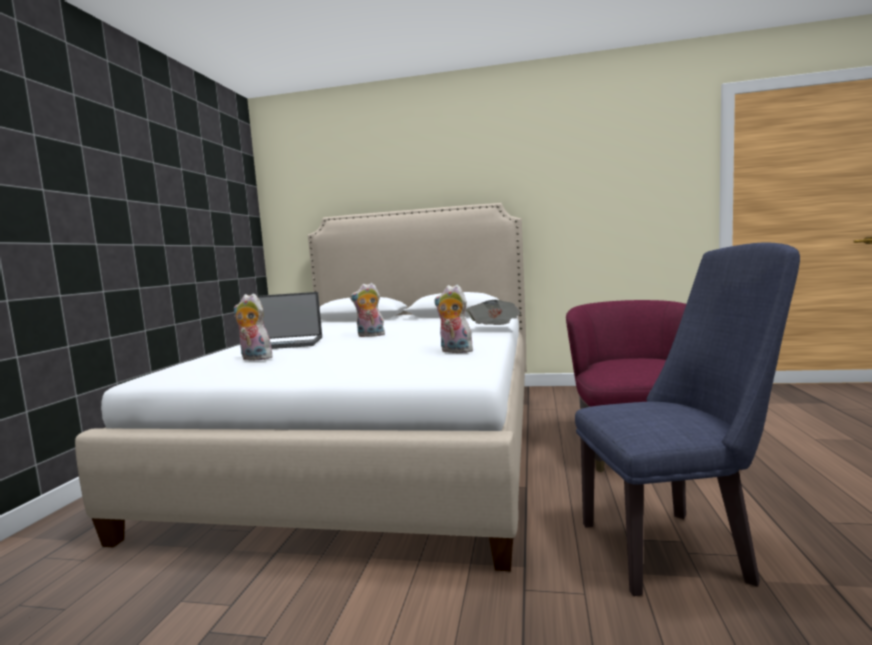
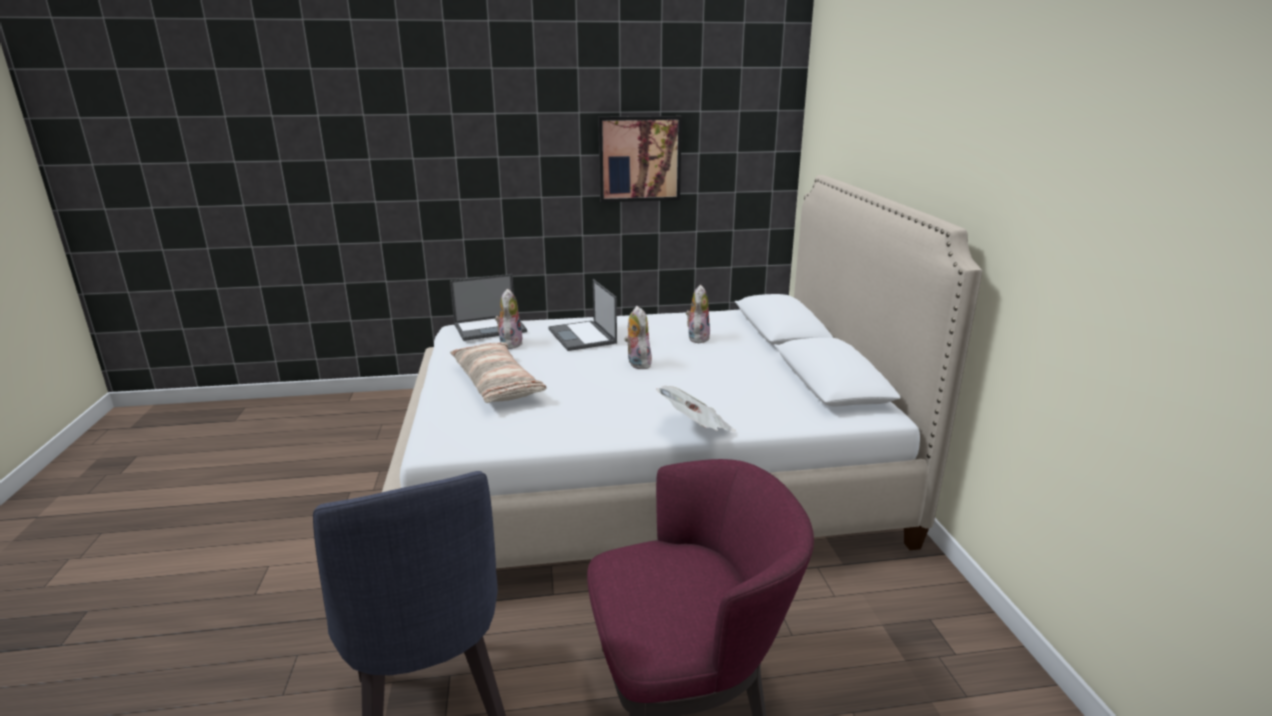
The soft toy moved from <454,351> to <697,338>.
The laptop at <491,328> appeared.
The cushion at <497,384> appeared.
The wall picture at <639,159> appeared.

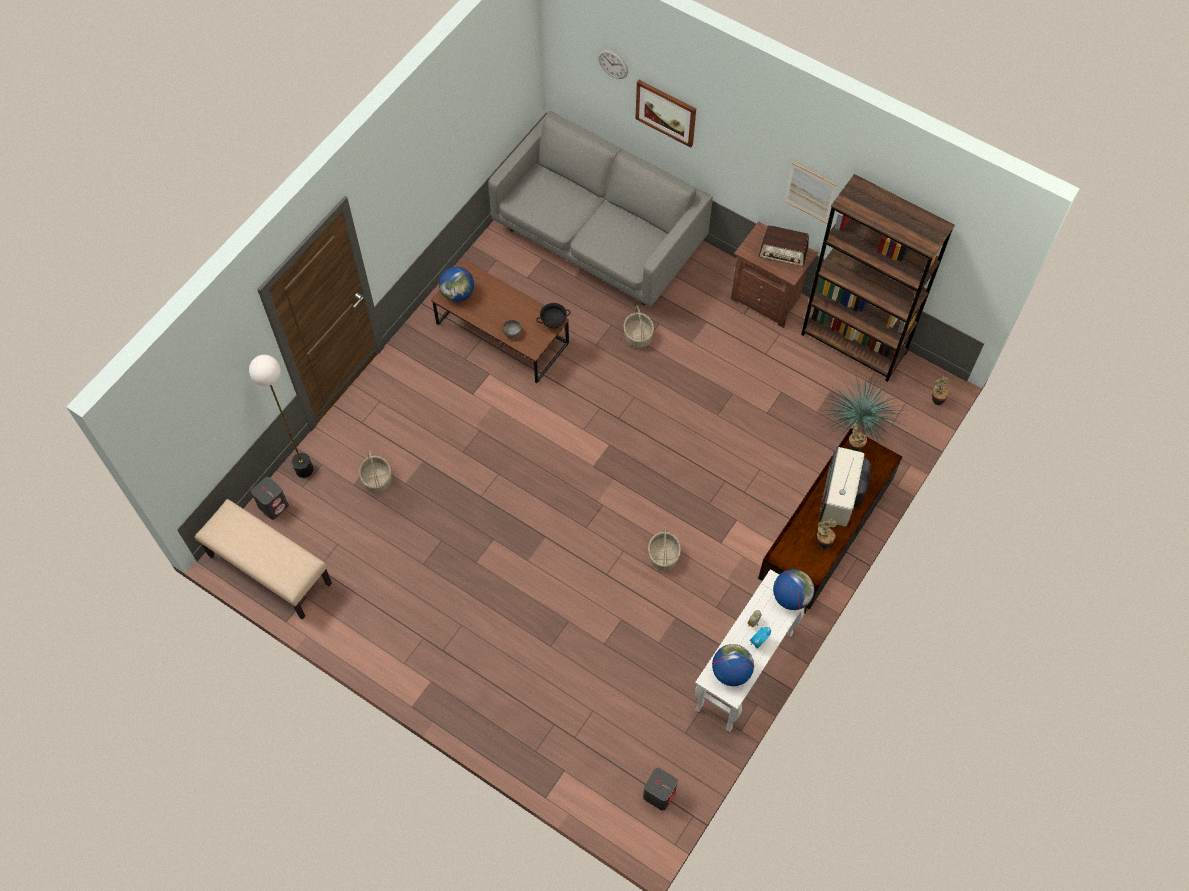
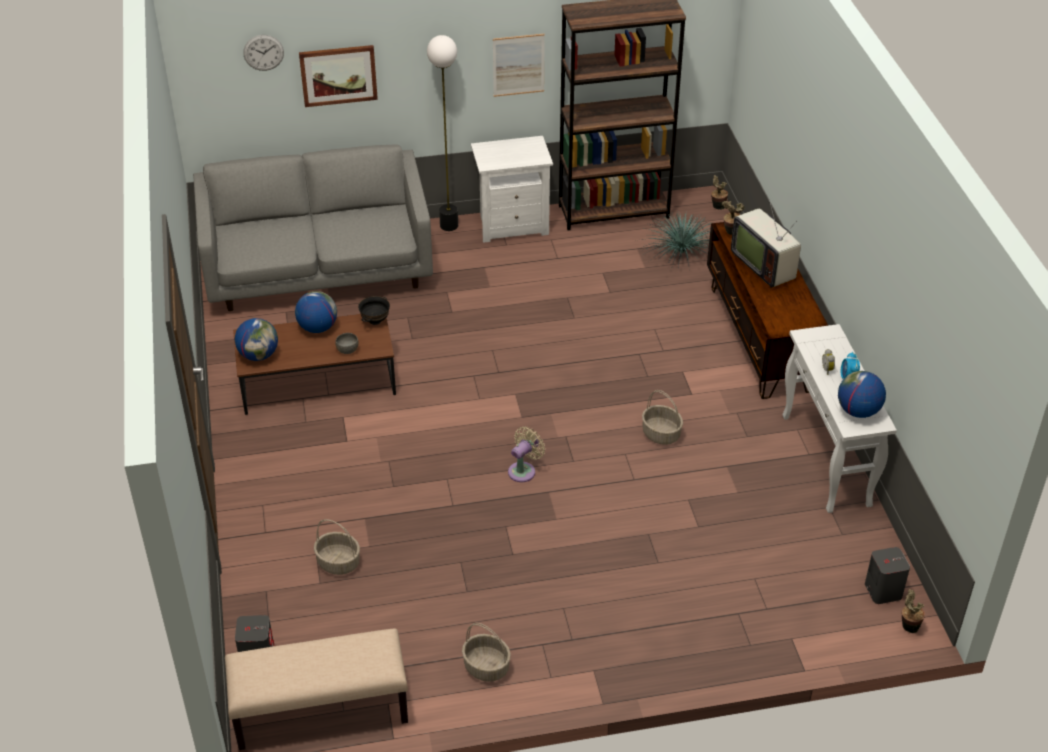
The standard lamp moved from <304,469> to <449,225>.
The storage basket moved from <638,336> to <487,667>.
The bedside table/brownish at <768,299> became the bedside table/whitish at <512,225>.
The radio set at <783,252> disappeared.
The world globe moved from <791,597> to <317,328>.
The potted plant moved from <823,542> to <908,626>.
The electric fan/beige at <524,470> appeared.

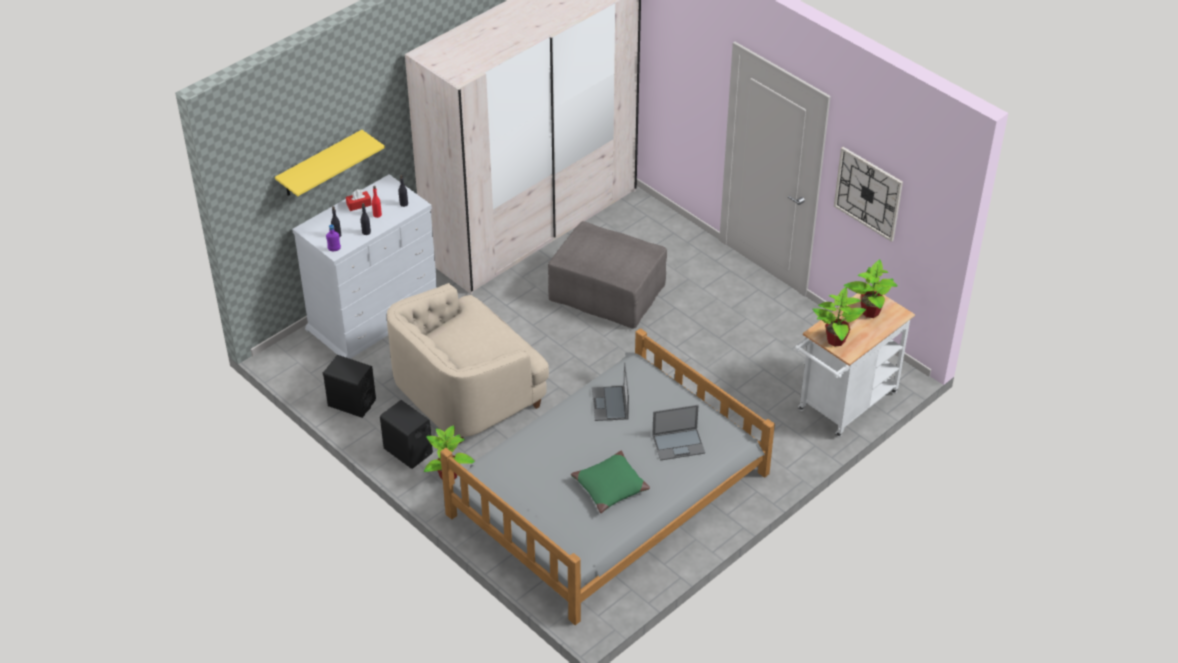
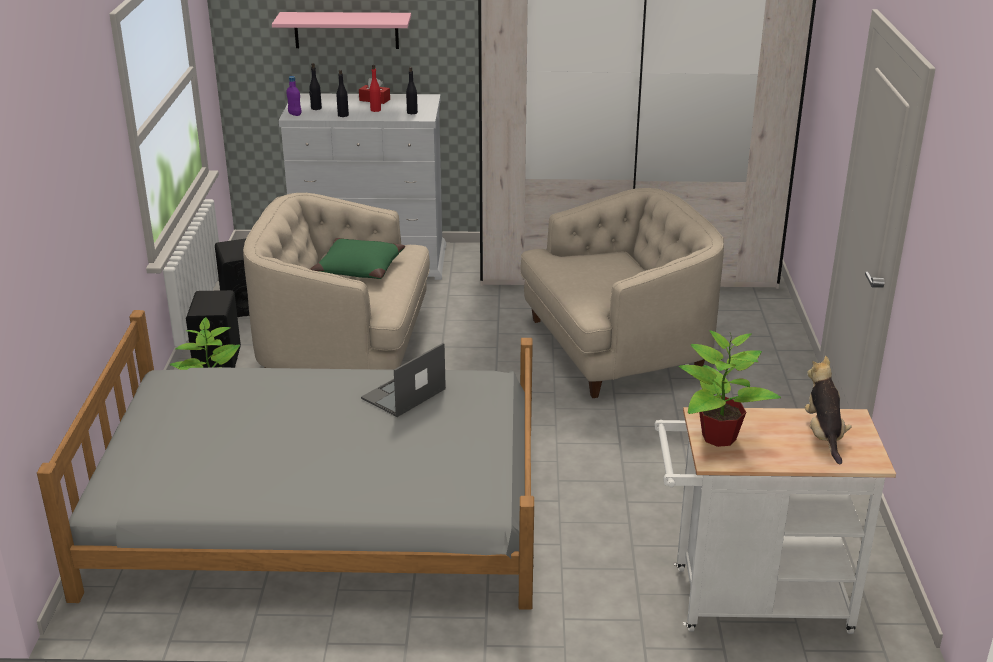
The shelf/yellowish at <320,164> became the shelf/pink at <346,30>.
The pouffe/greyish at <608,293> was replaced by the easy chair/beige at <616,347>.
The cushion/green-coloured moved from <610,487> to <358,268>.
The laptop at <679,444> disappeared.
The wall clock at <868,193> disappeared.
The potted plant at <870,311> was replaced by the soft toy at <823,435>.

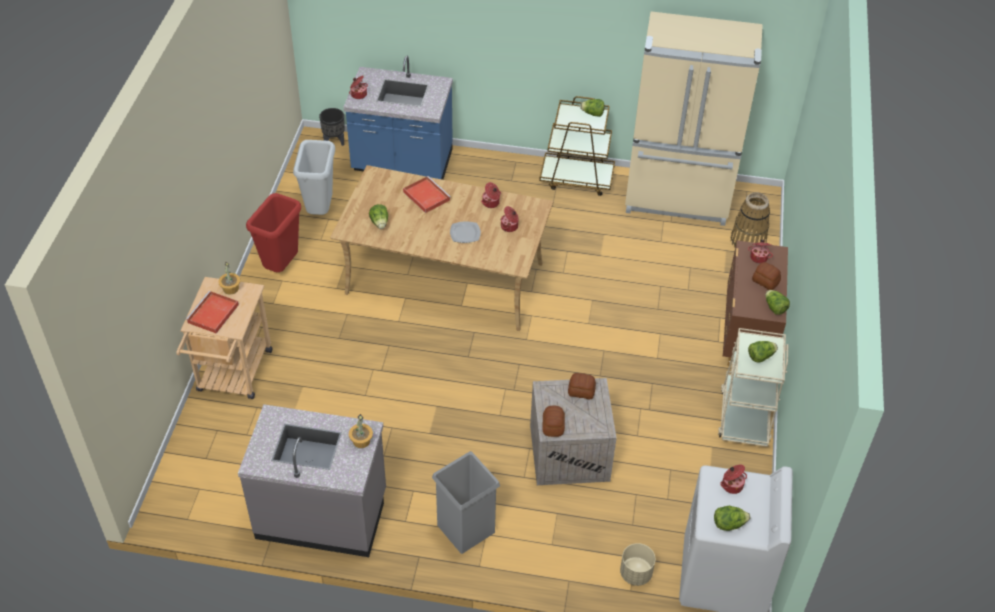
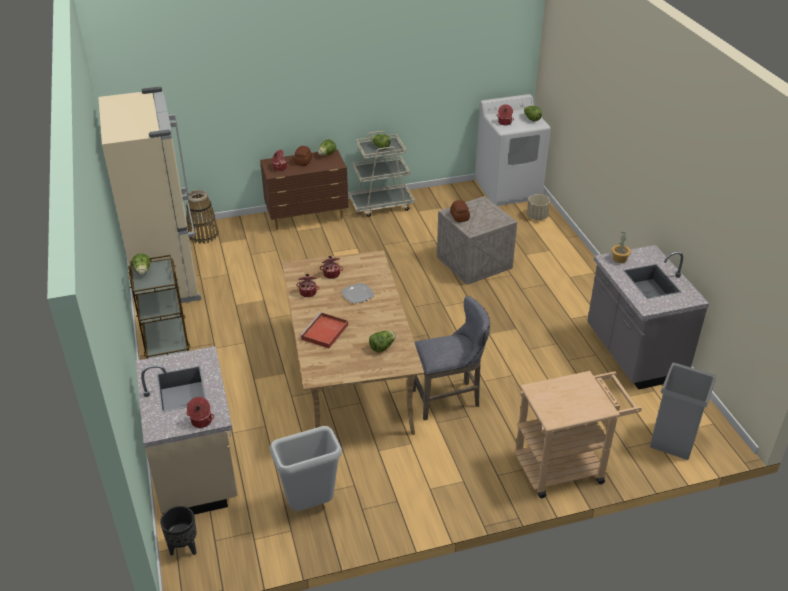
The carrying tray/reddish at <212,314> disappeared.
The potted plant at <230,288> disappeared.
The rubbish bin/reddish at <281,266> disappeared.
The counter/bluish at <402,163> became the counter/beige at <197,470>.
The rubbish bin/greyish moved from <466,528> to <673,440>.
The bakery bread at <553,426> disappeared.
The stool/greyish at <449,399> appeared.

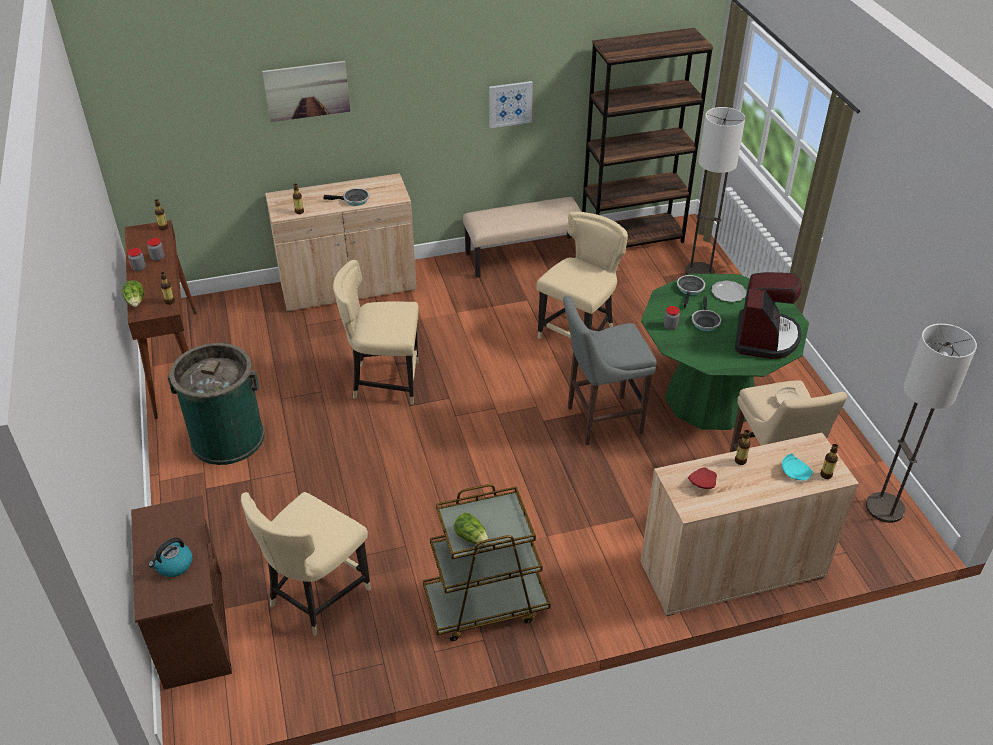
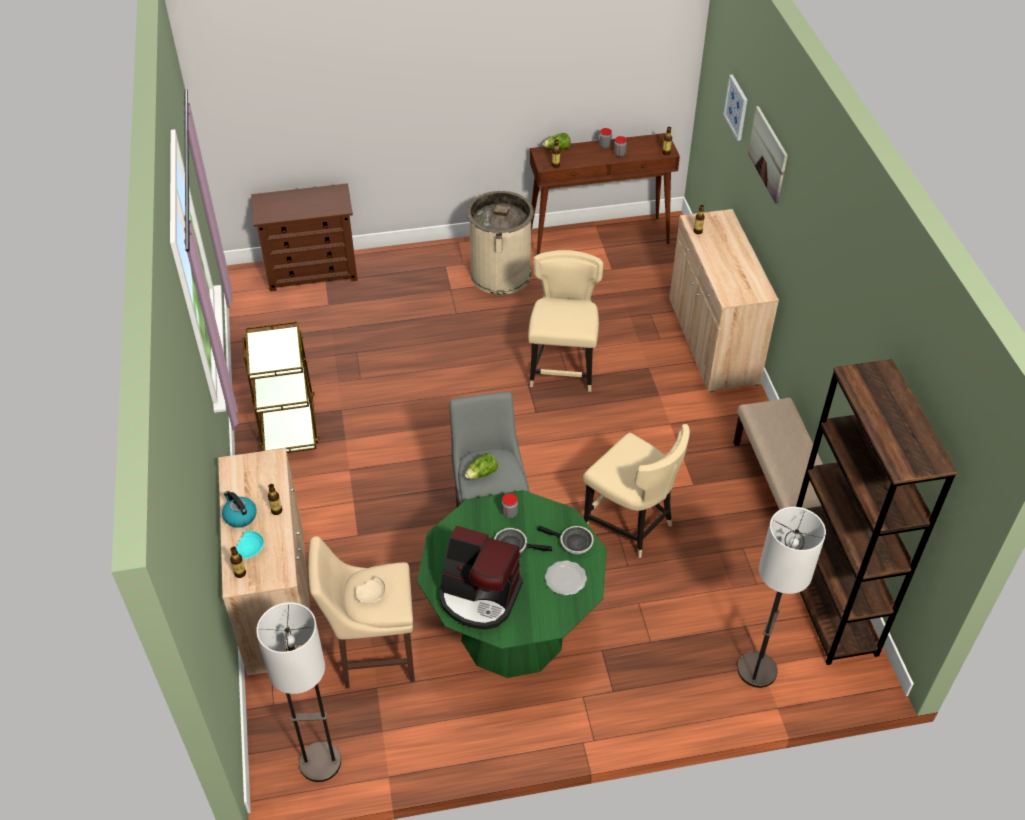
The tea kettle moved from <174,565> to <240,516>.
The rubbish bin/green-coloured at <227,438> became the rubbish bin/beige at <500,274>.
The upright chair/beige at <316,596> disappeared.
The pan at <354,200> disappeared.
The lettuce moved from <472,537> to <482,474>.
The wall picture moved from <510,104> to <736,107>.
The flat dish/reddish at <701,483> disappeared.

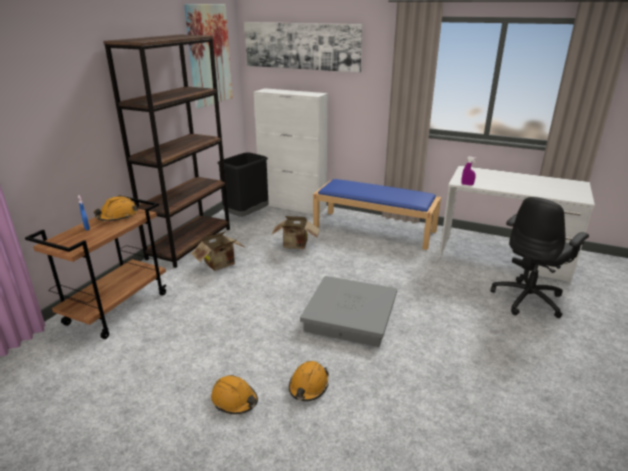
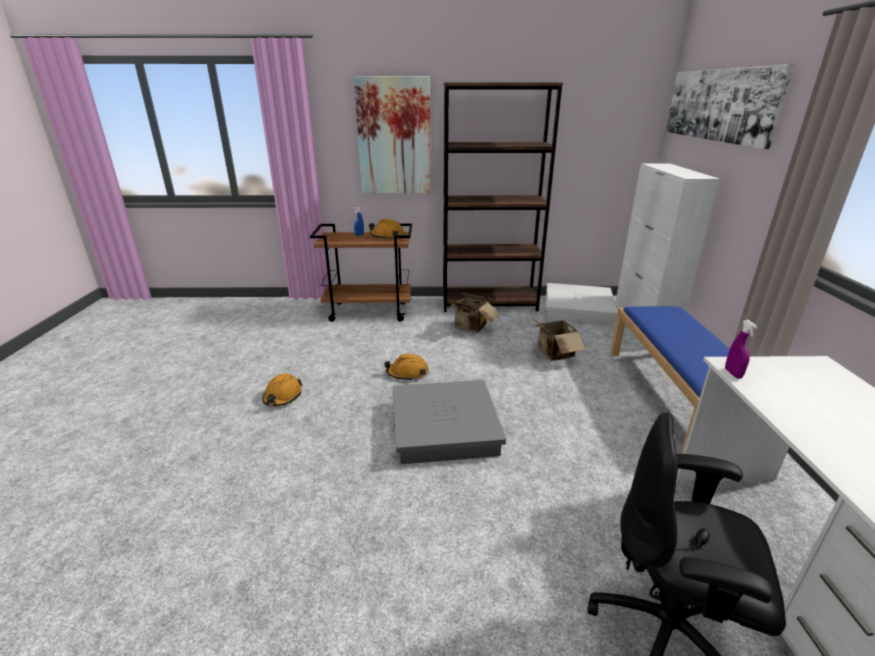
The wall picture moved from <209,55> to <394,137>.
The rubbish bin/black at <246,215> was replaced by the storage box/whitish at <578,310>.
The hard hat/orange moved from <308,386> to <407,373>.

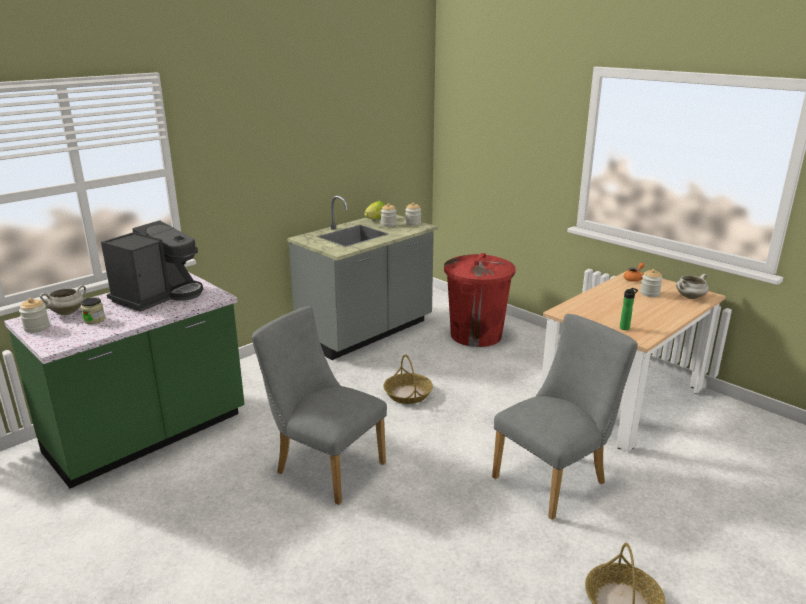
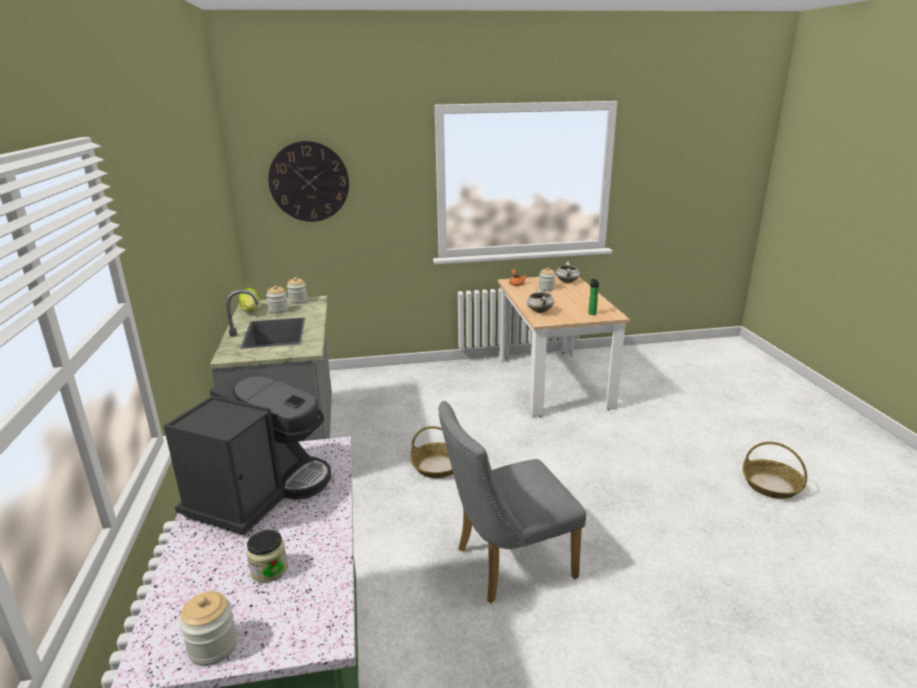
The cooking pot/whitish moved from <67,312> to <539,311>.
The coffee maker at <159,296> turned 45 degrees clockwise.
The rubbish bin/reddish at <476,335> disappeared.
The upright chair/greyish at <555,478> disappeared.
The wall clock at <309,182> appeared.

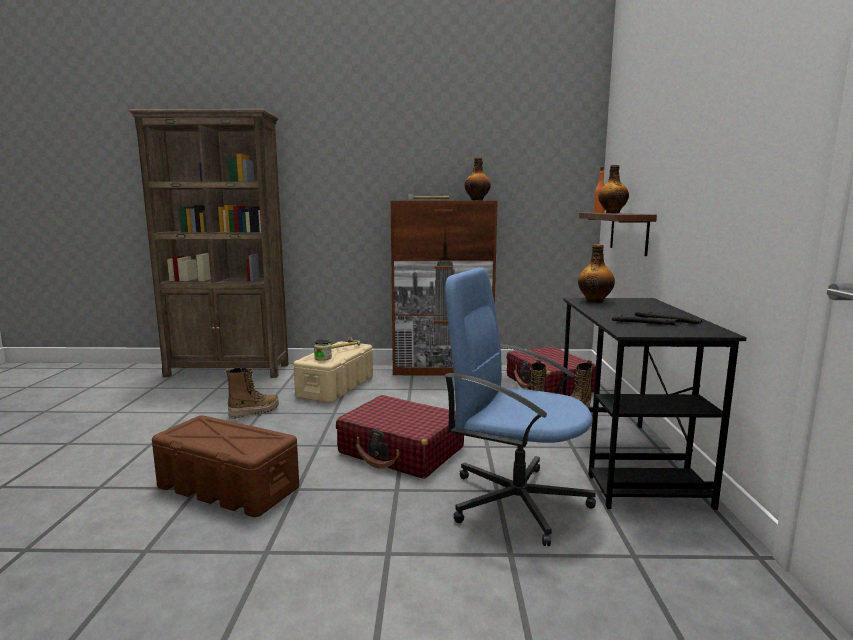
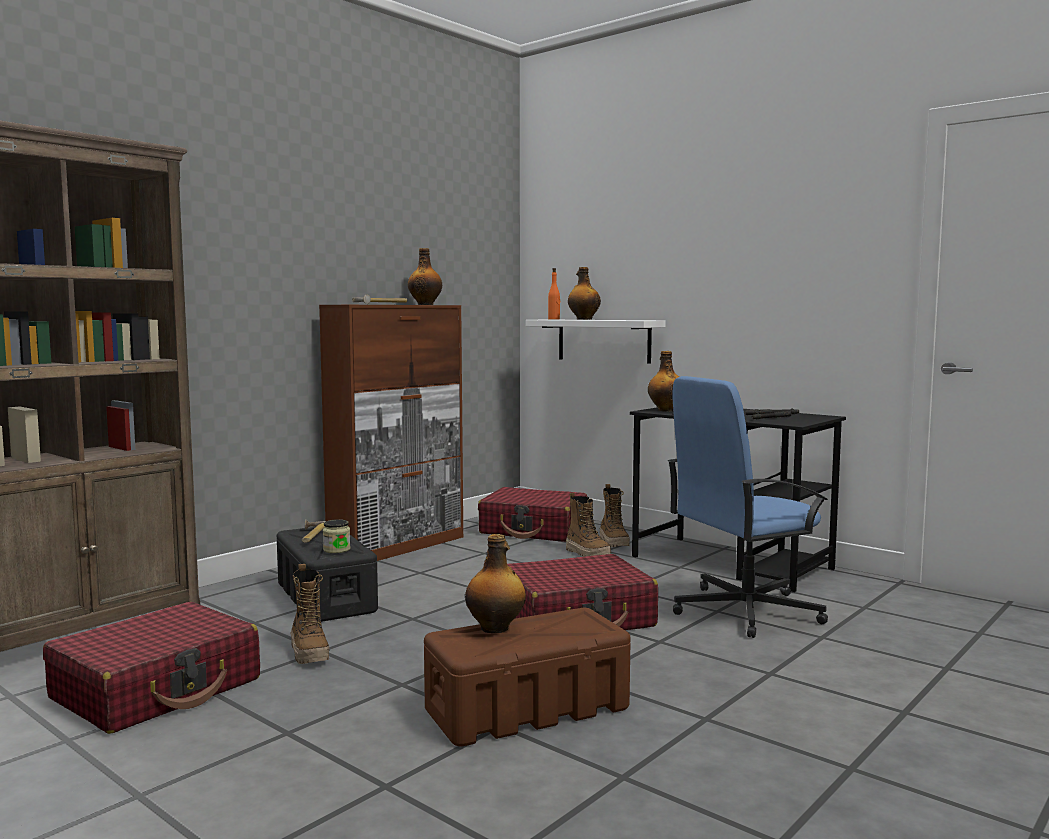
The high-top boot at <254,412> turned 150 degrees clockwise.
The storage box/beige at <336,386> became the storage box/black at <325,597>.
The shelf/brownish at <629,232> became the shelf/whitish at <603,340>.
The piece of luggage/reddish at <158,689> appeared.
The drink bottle at <495,628> appeared.

